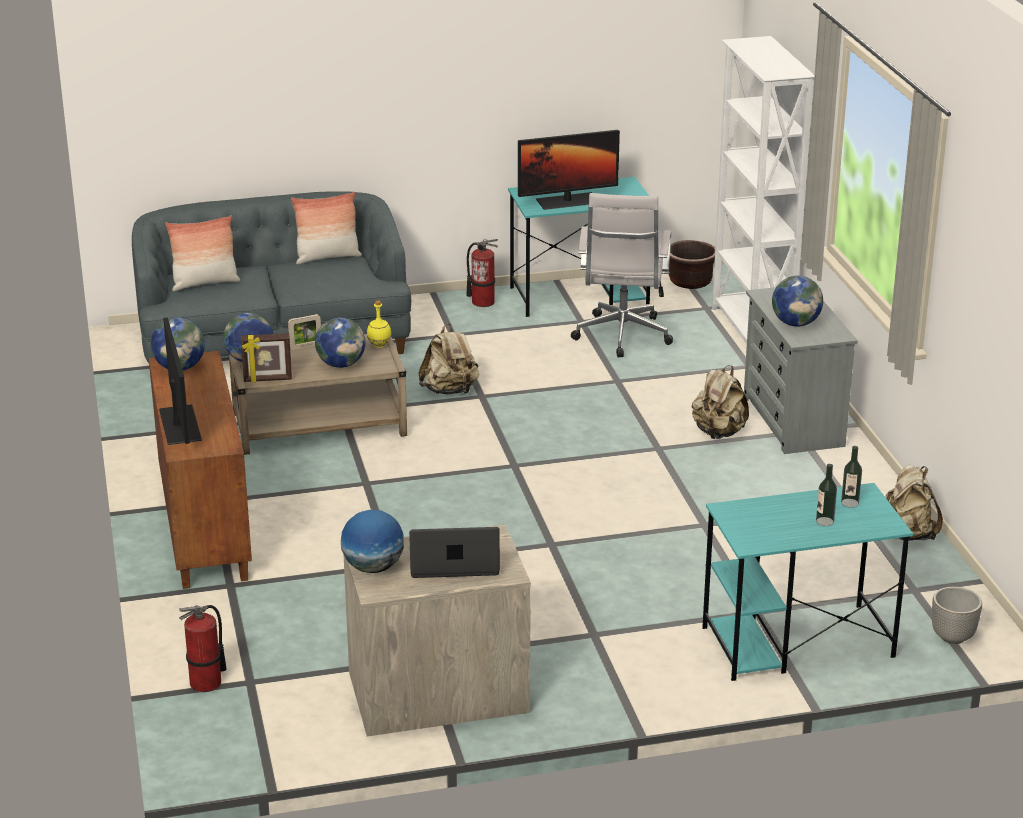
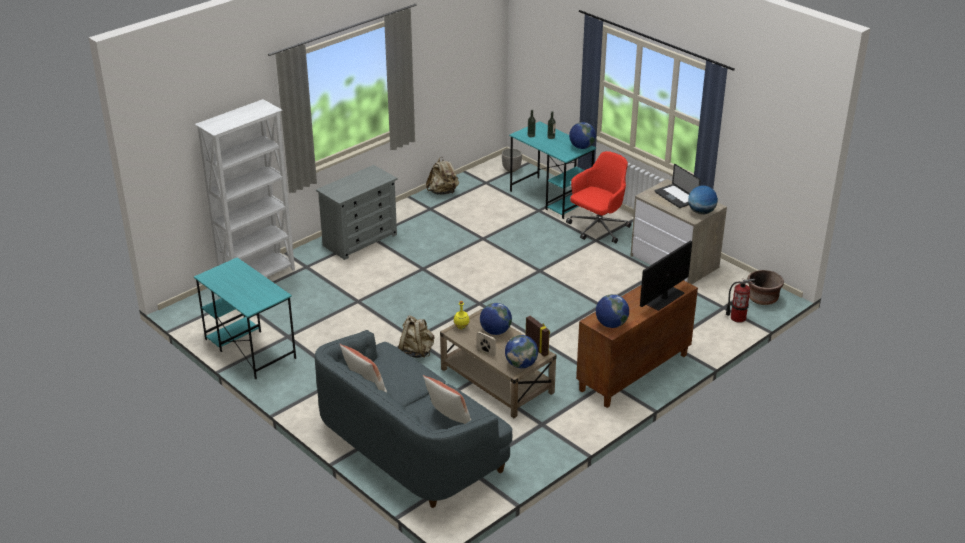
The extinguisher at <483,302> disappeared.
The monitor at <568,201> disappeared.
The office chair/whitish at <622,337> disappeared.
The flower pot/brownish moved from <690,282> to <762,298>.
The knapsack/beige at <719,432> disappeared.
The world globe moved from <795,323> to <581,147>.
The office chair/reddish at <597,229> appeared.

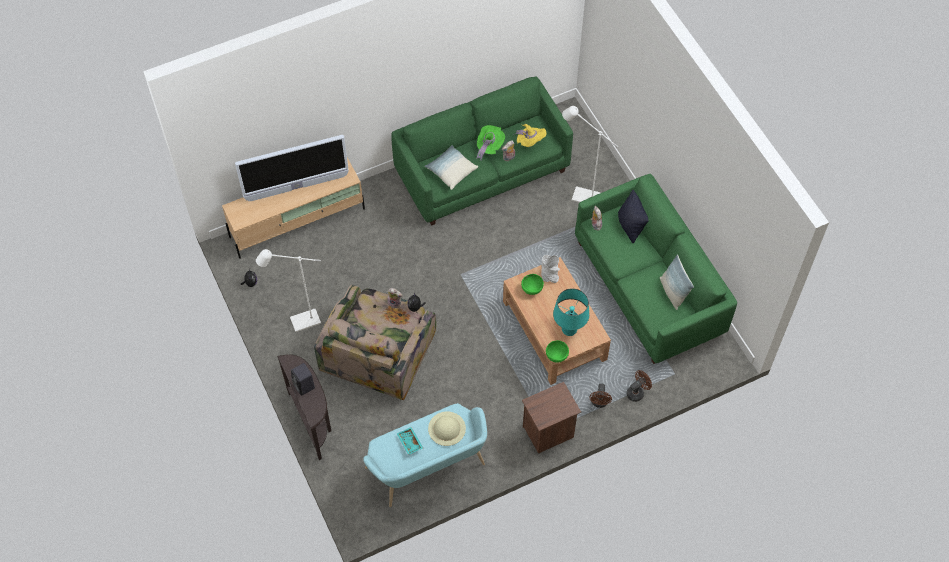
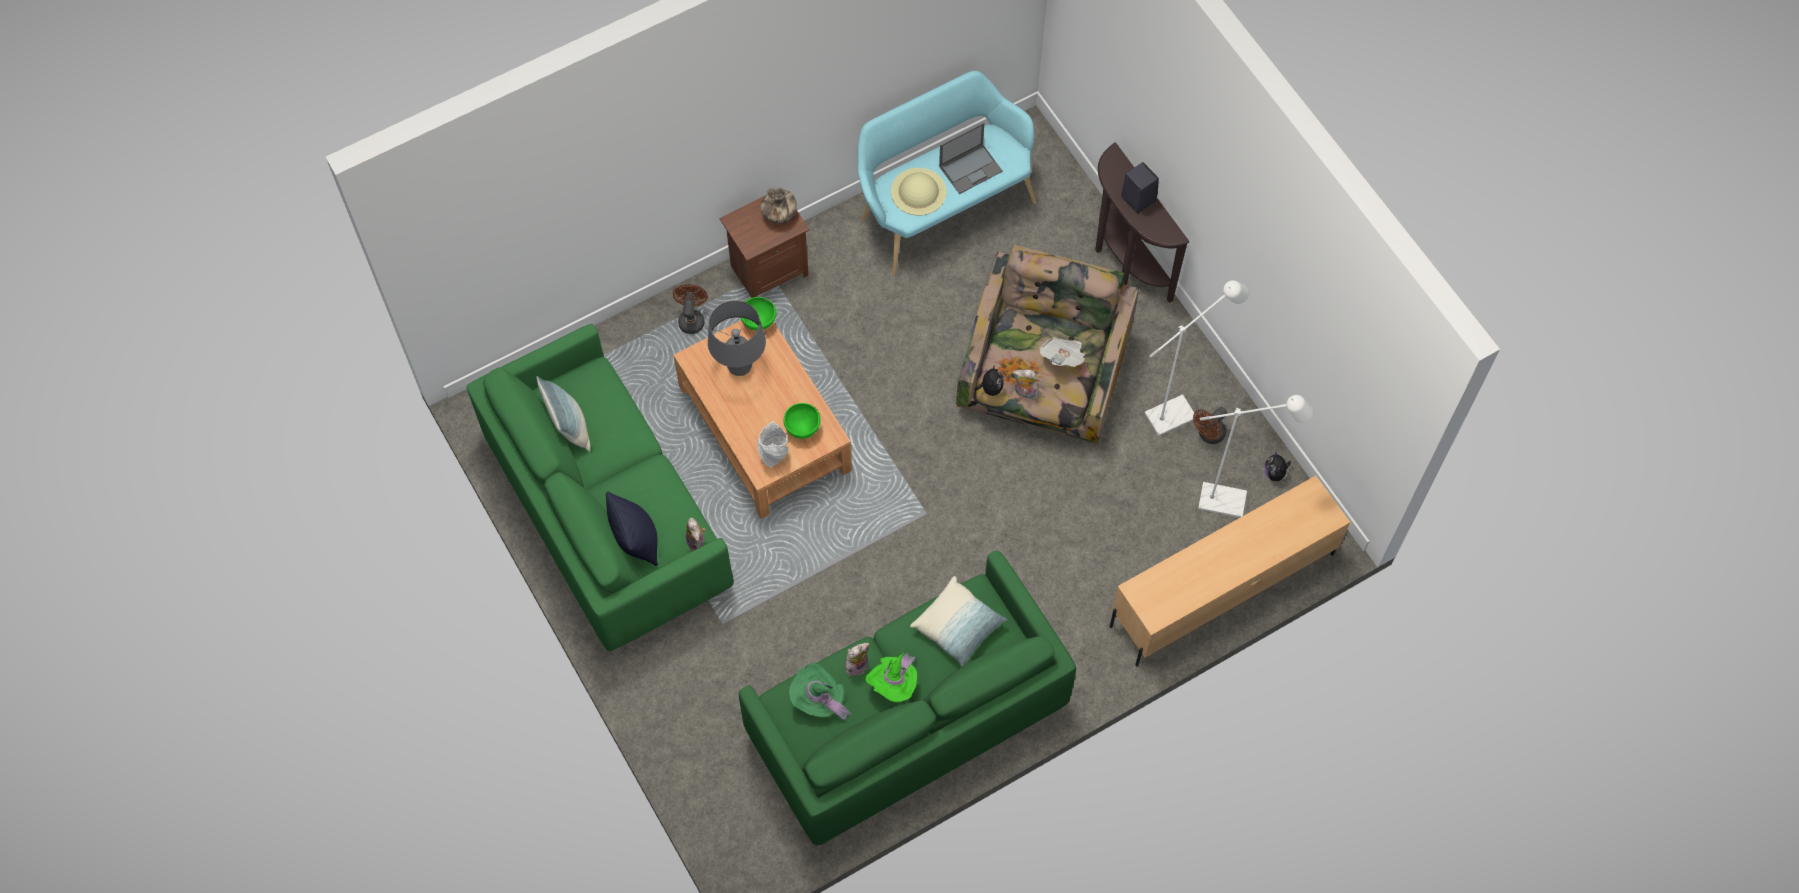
The TV at <297,188> disappeared.
The carrying tray/blue-green at <409,442> was replaced by the laptop at <971,168>.
The wearable hat/yellowish at <530,142> became the wearable hat/green-coloured at <818,700>.
The tabletop lamp/blue-green at <569,329> became the tabletop lamp/greyish at <740,366>.
The standard lamp/whitish moved from <580,196> to <1231,502>.
The electric fan/brownish moved from <637,392> to <1208,435>.
The decorative vase at <779,215> appeared.
The printed paper at <1063,357> appeared.

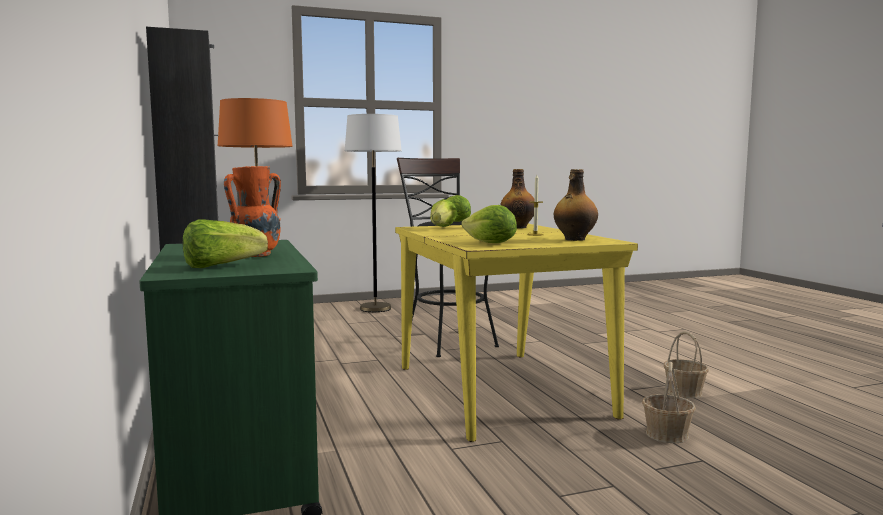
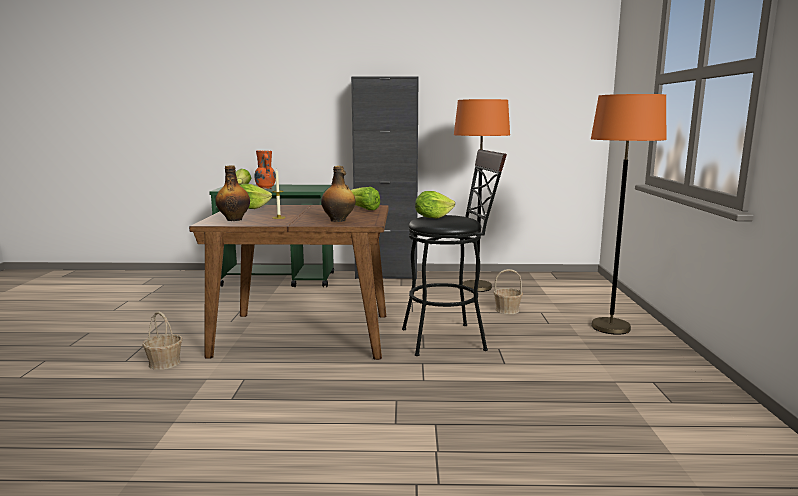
The standard lamp/whitish at <375,308> became the standard lamp/orange at <610,327>.
The dining table/yellowish at <499,389> became the dining table/brownish at <305,335>.
The storage basket moved from <684,392> to <507,310>.

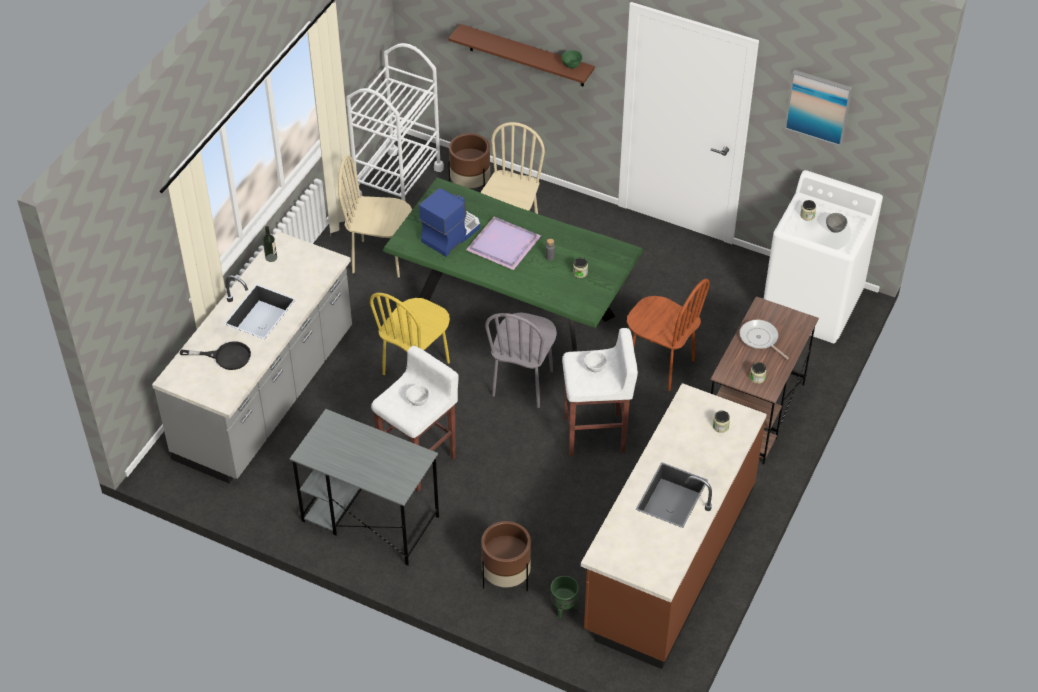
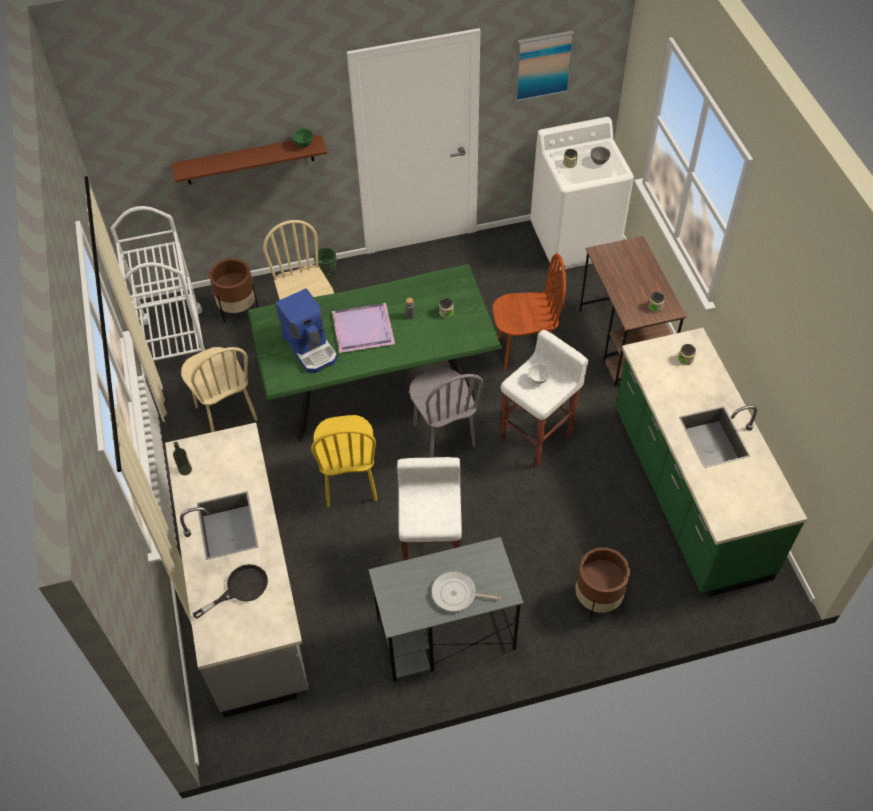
The upright chair/beige at <380,259> turned 90 degrees counterclockwise.
The bowl/whitish at <418,402> disappeared.
The coffee maker at <450,233> turned 150 degrees clockwise.
The flower pot/green-coloured moved from <564,608> to <327,276>.
The counter/brownish at <668,560> became the counter/green-coloured at <687,493>.
The pan moved from <760,339> to <457,594>.

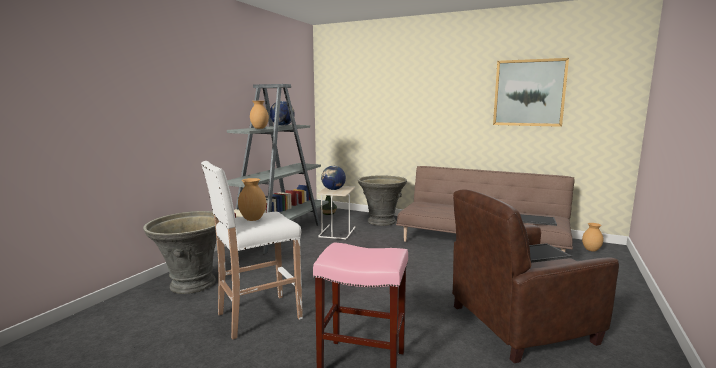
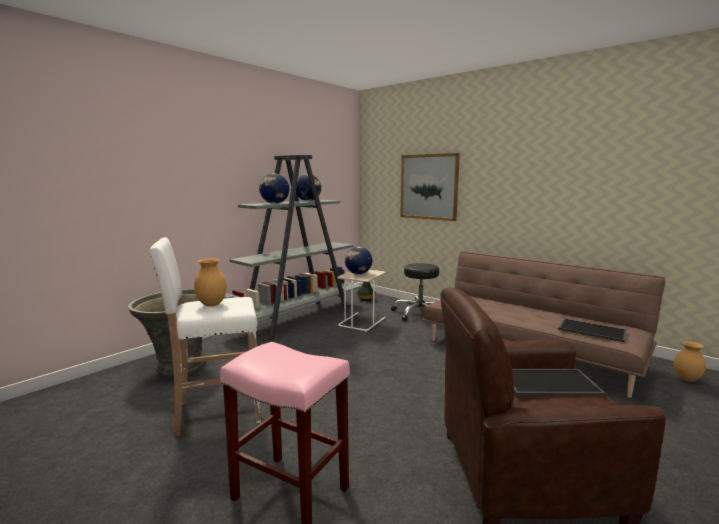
The decorative vase/brownish at <260,128> was replaced by the world globe at <274,203>.
The flower pot/greyish at <381,221> was replaced by the stool/black at <419,313>.
The wall picture moved from <529,93> to <429,187>.

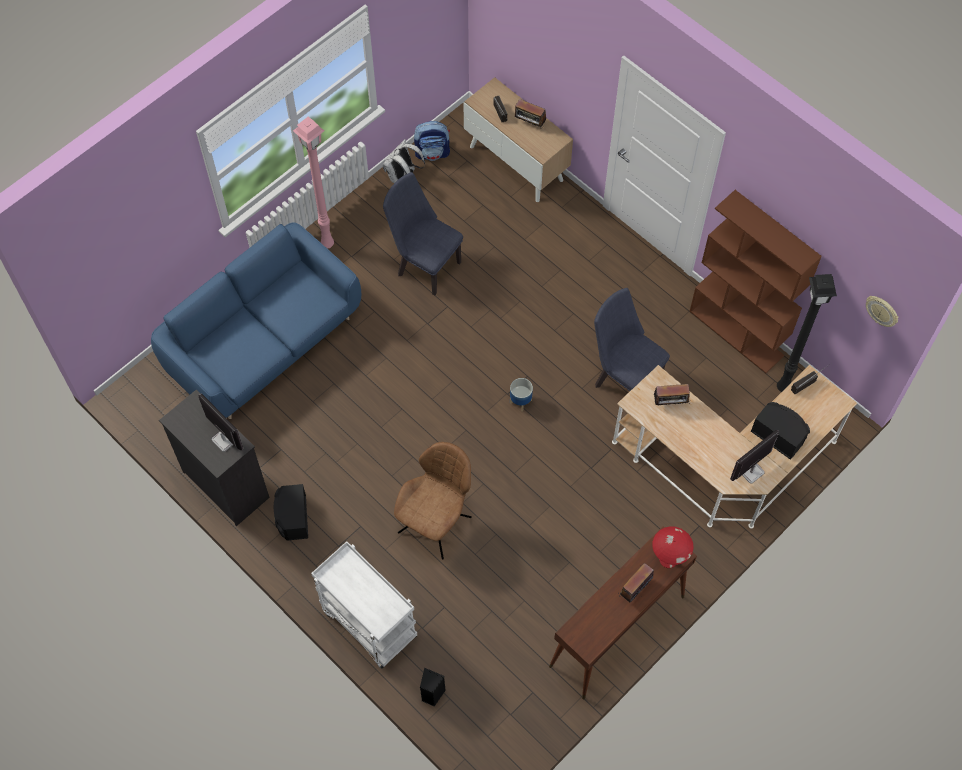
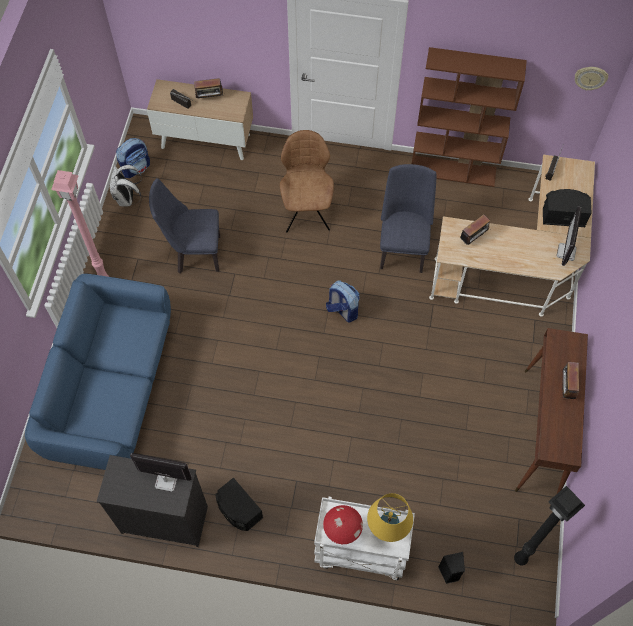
The upright chair/brownish moved from <436,522> to <307,211>.
The flower pot at <520,401> was replaced by the knapsack at <342,310>.
The upright chair/bluish at <623,379> turned 90 degrees clockwise.
The tabletop lamp/reddish moved from <668,559> to <341,534>.
The standard lamp/black moved from <782,388> to <520,560>.
The tabletop lamp/yellowish at <387,529> appeared.

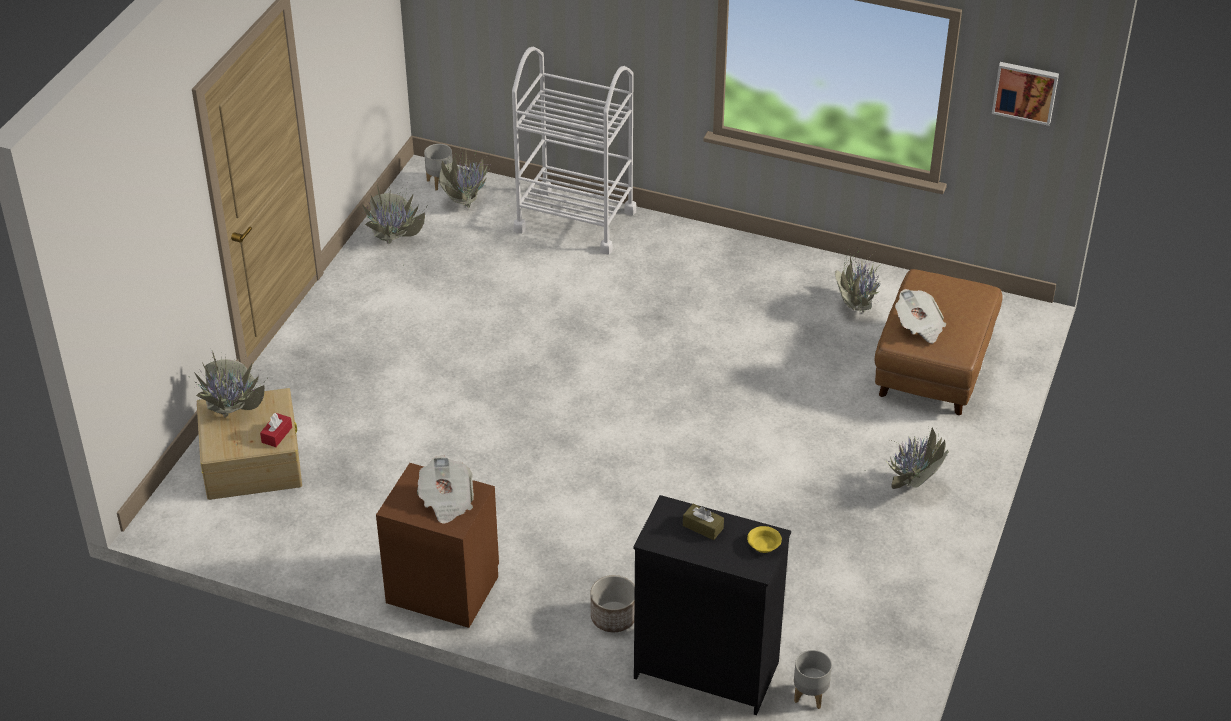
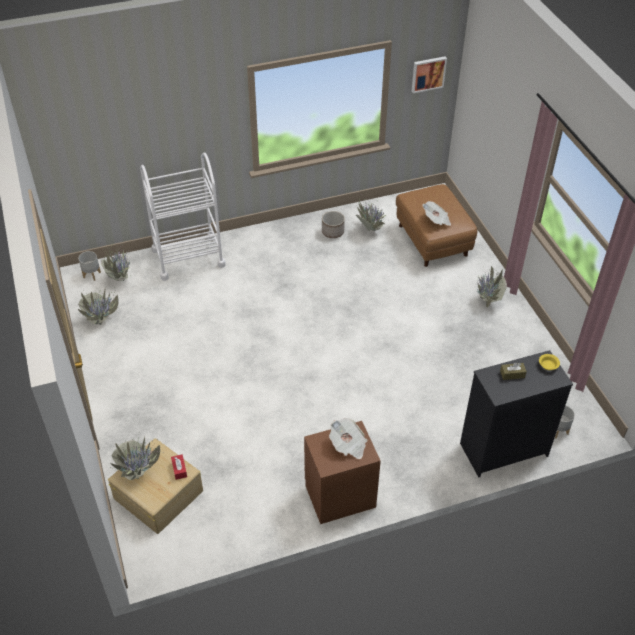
The flower pot moved from <614,617> to <333,232>.

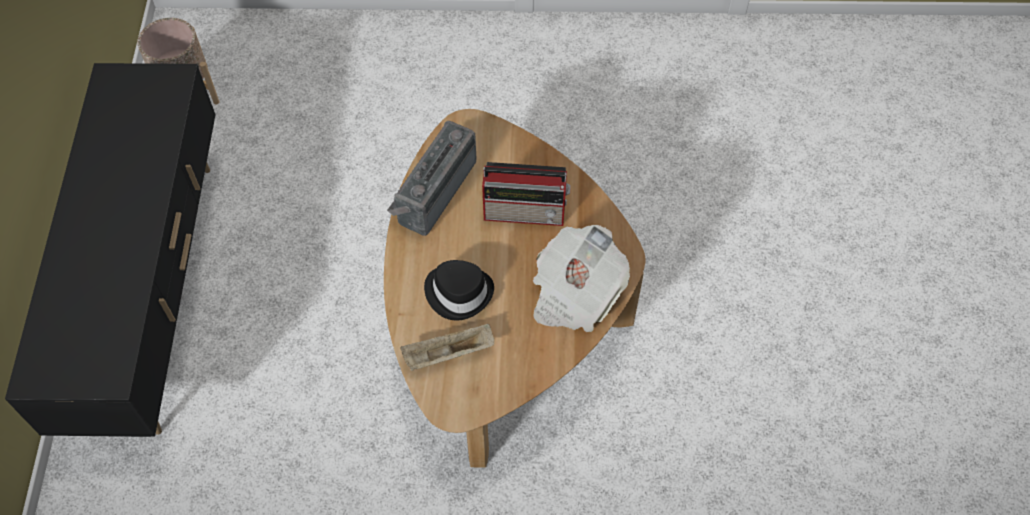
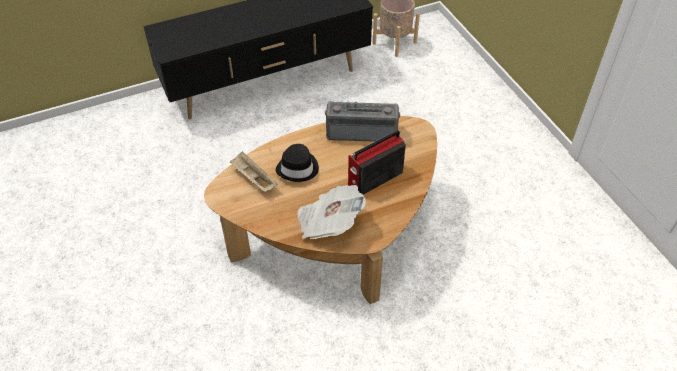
The radio set at <526,212> turned 75 degrees clockwise.

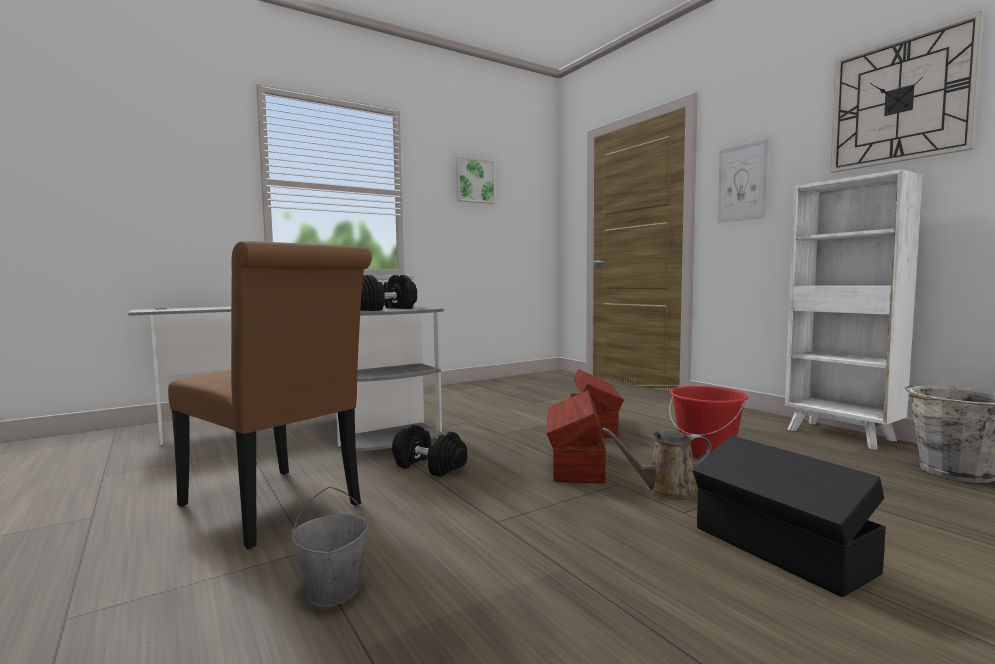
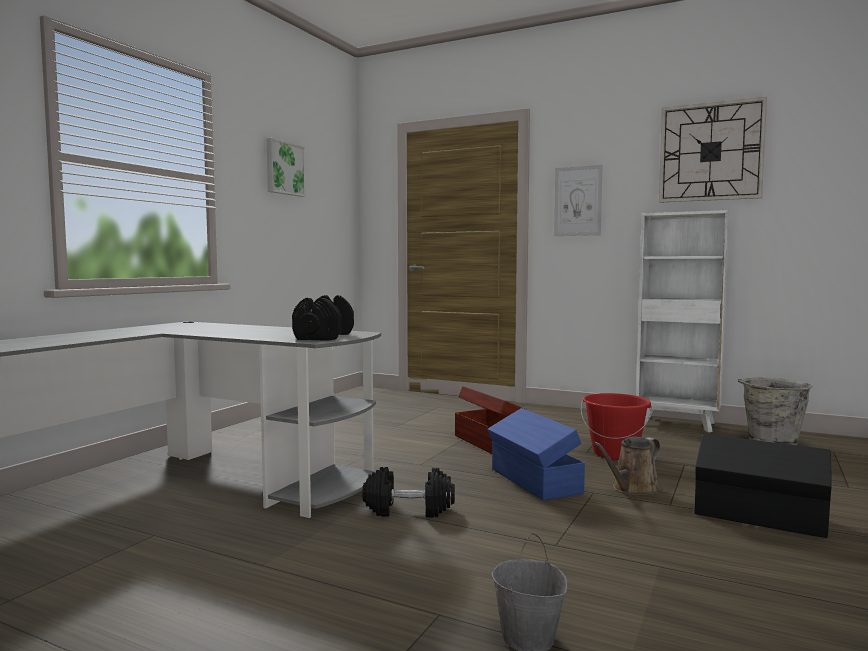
The upright chair/brownish at <276,508> disappeared.
The storage box/brownish at <575,464> became the storage box/bluish at <534,481>.

